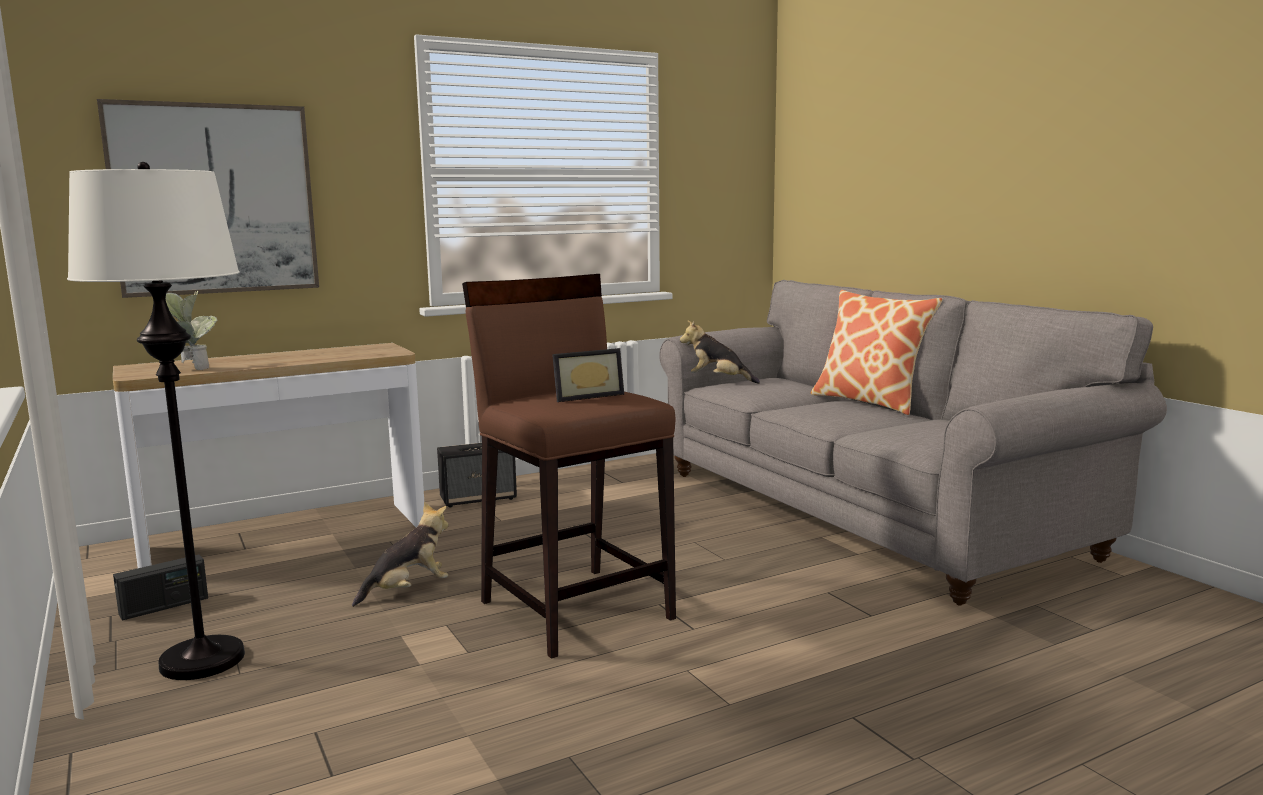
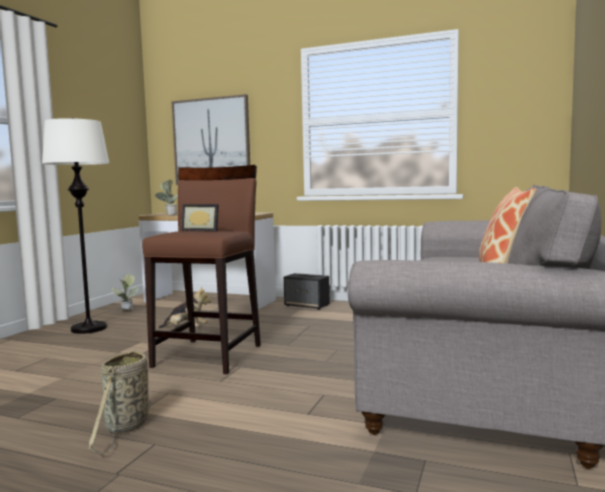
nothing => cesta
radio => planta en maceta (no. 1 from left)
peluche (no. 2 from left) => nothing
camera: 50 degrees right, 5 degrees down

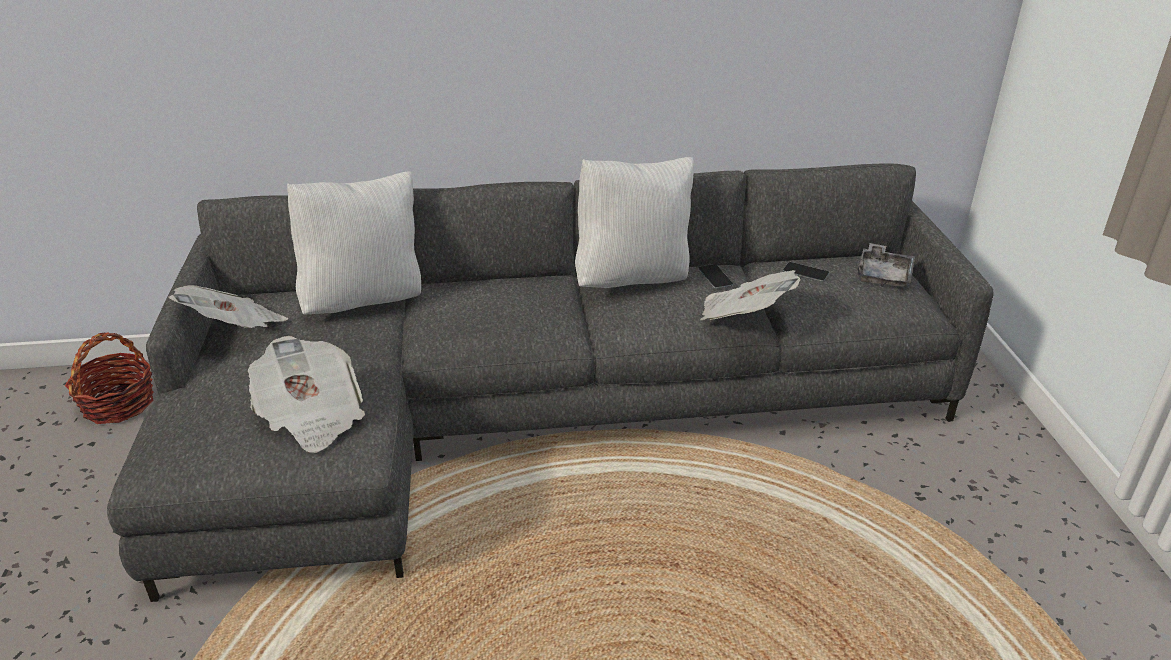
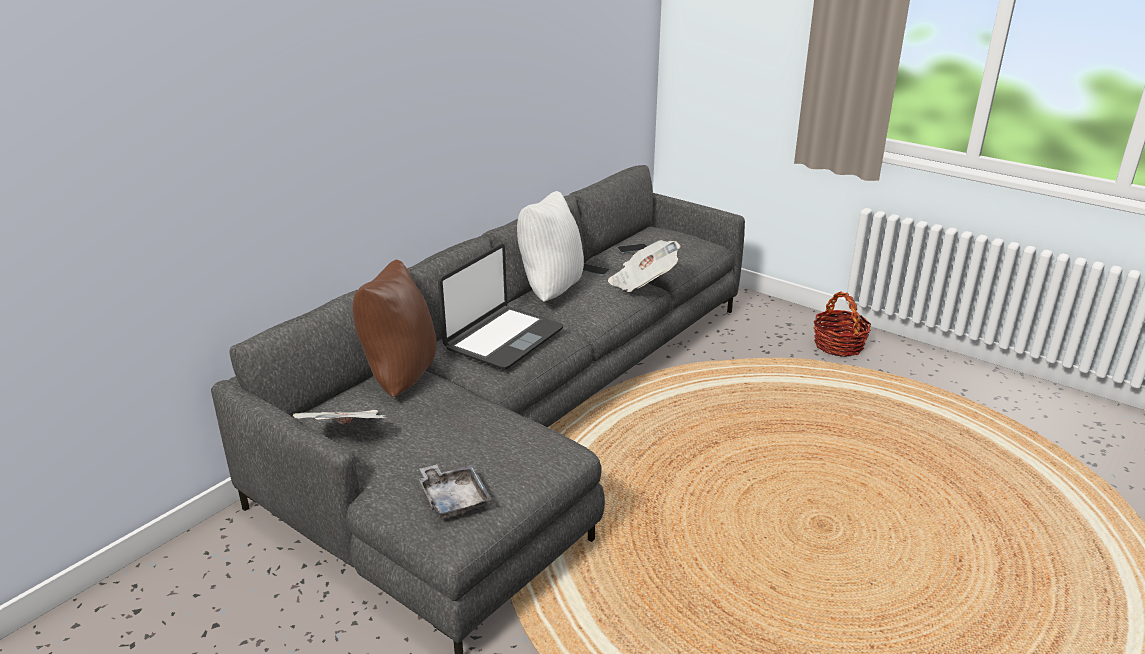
cojín/blanco (no. 1 from left) => cojín/marrón
bandeja/gris, shifted
nothing => portátil
cesta, shifted
periódico (no. 2 from left) => nothing
camera: 45 degrees left, 5 degrees down

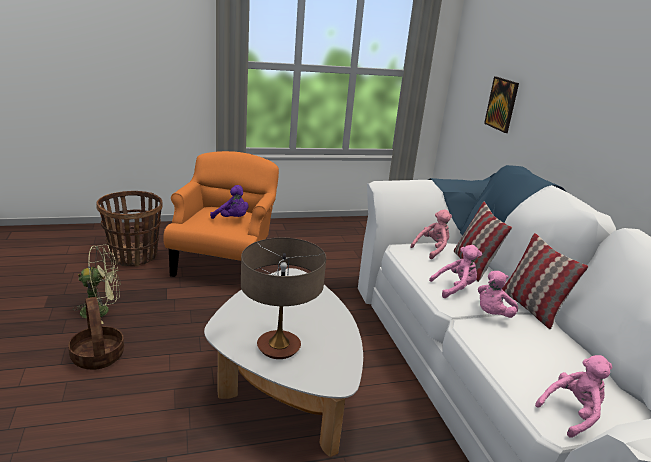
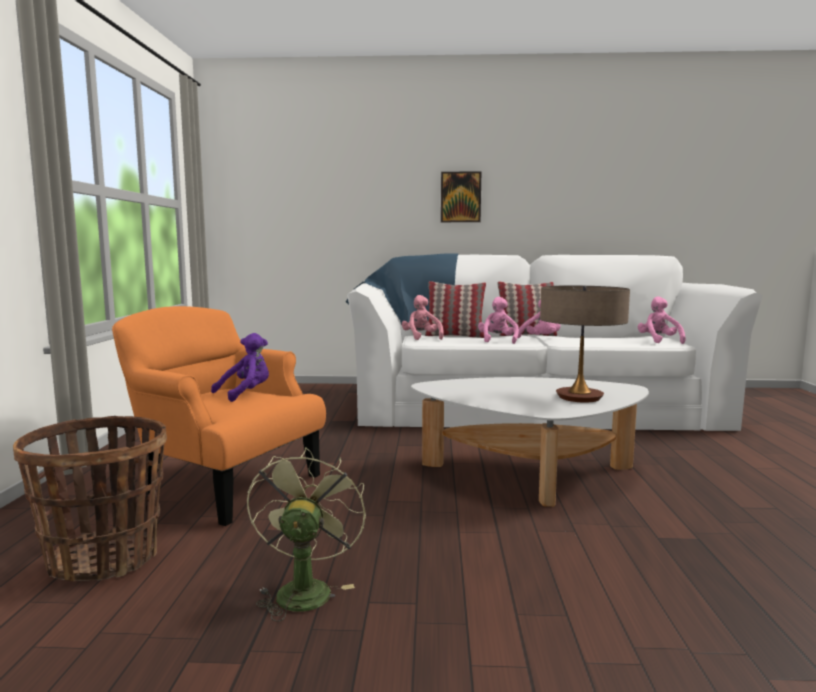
cuadro, shifted
cesta (no. 1 from left) => nothing
camera: 70 degrees left, 15 degrees down

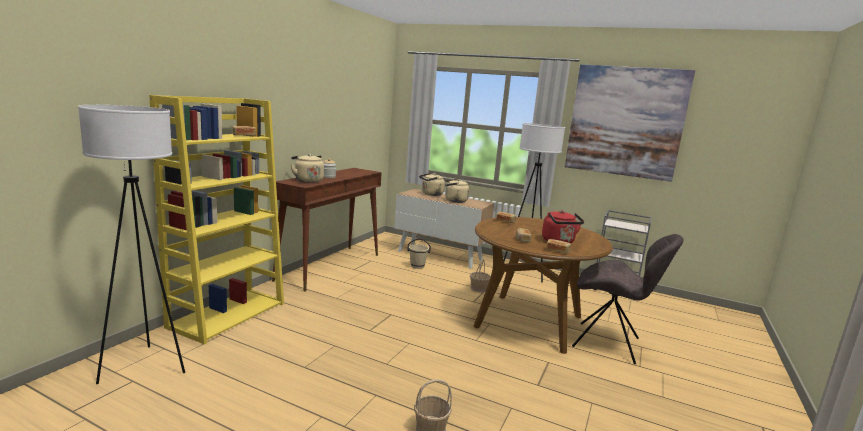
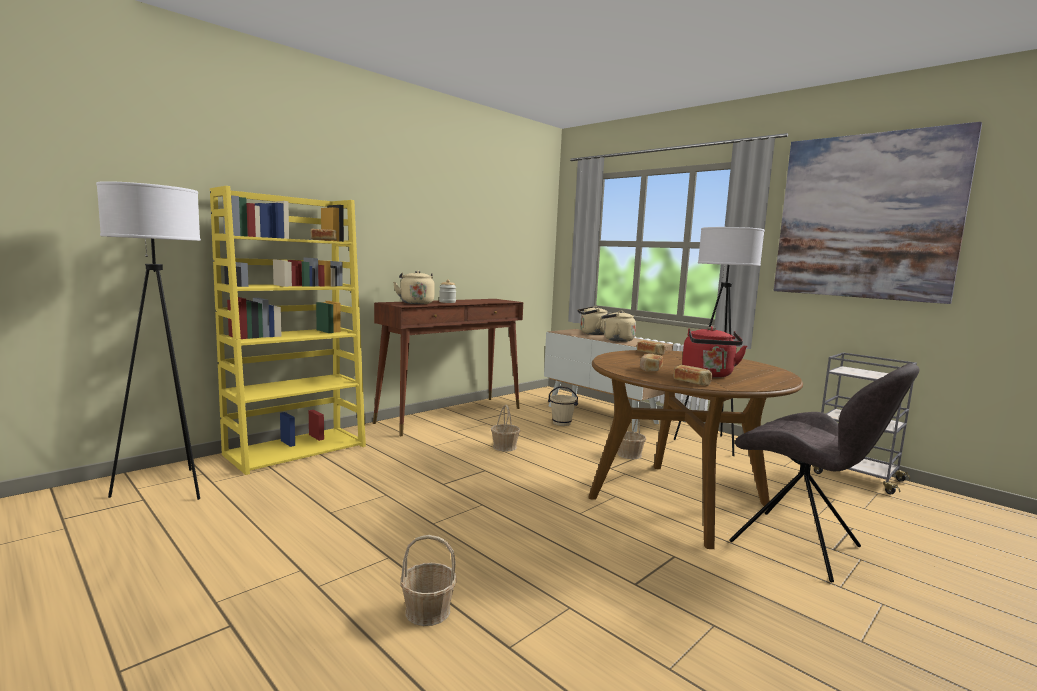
nothing => cesta (no. 2 from left)
camera: 20 degrees right, 5 degrees down

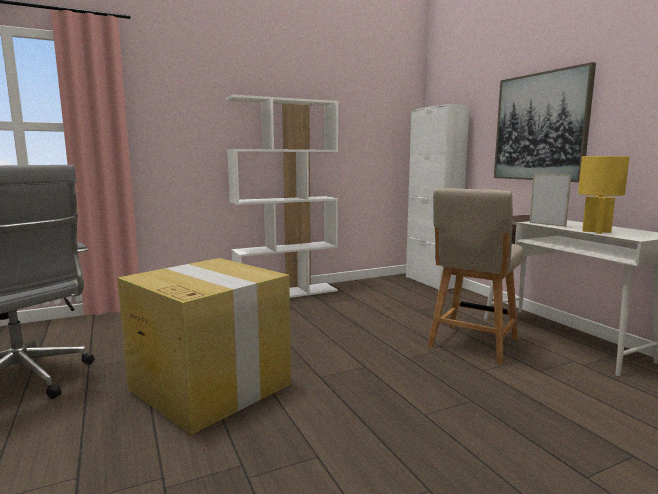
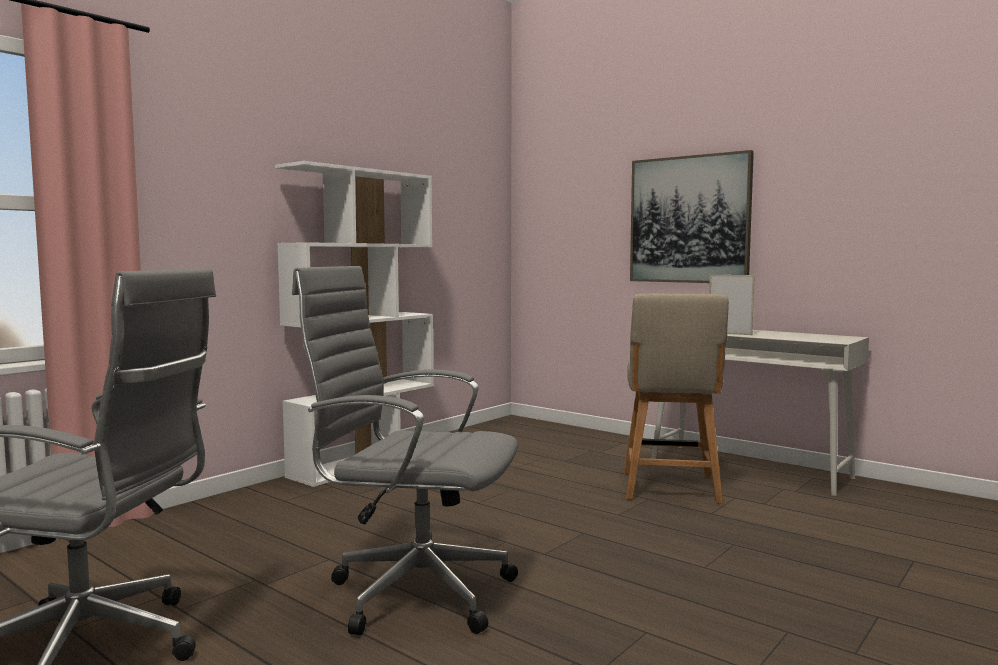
caja de cartón => silla de oficina/gris (no. 2 from left)
armario/blanco => nothing
lámpara de mesa/amarillo => nothing
camera: 25 degrees left, 5 degrees down

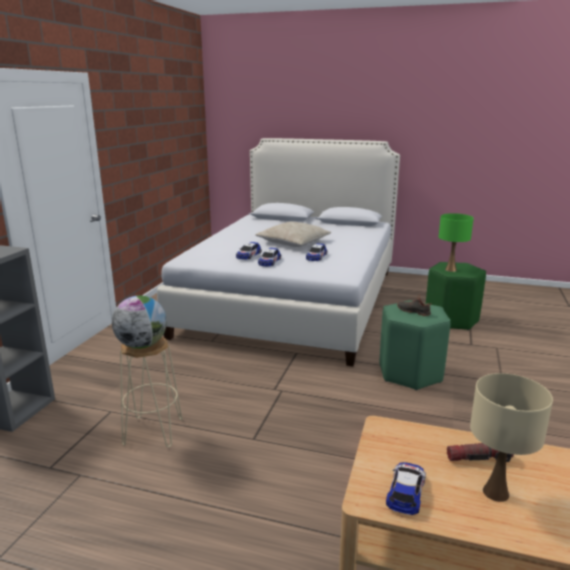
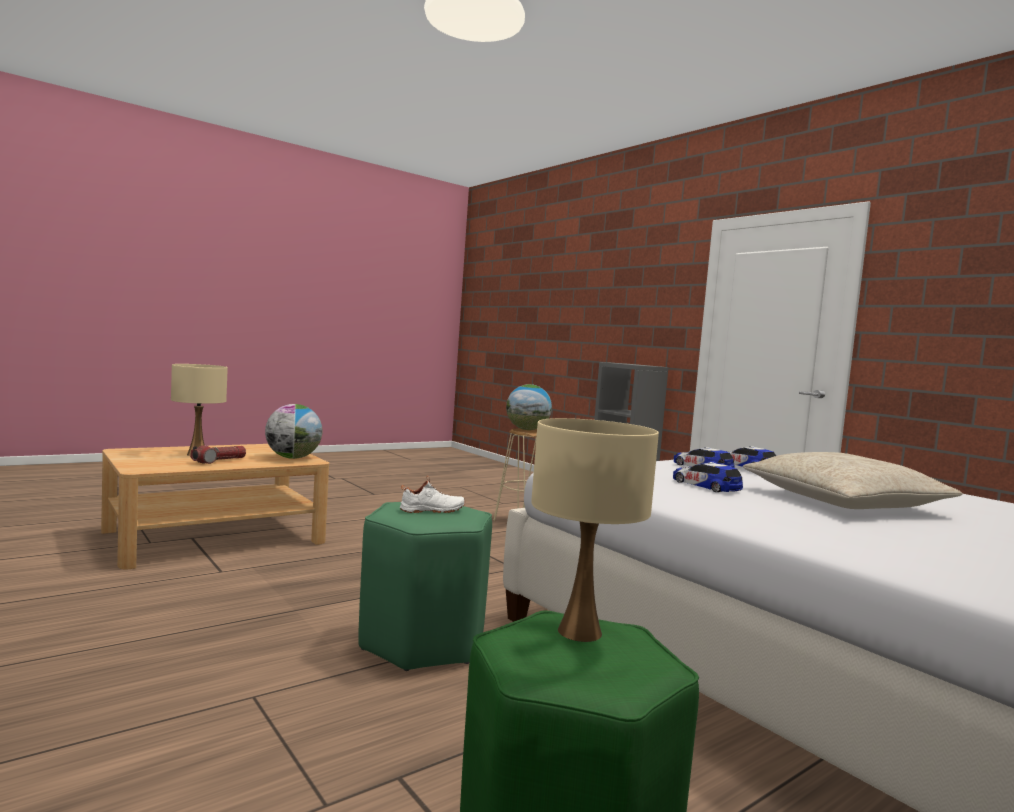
nothing => globo terráqueo (no. 1 from left)
zapato/negro => zapato/blanco
lámpara de mesa/verde => lámpara de mesa/beis (no. 2 from left)
coche de juguete (no. 4 from left) => nothing
camera: 125 degrees right, 15 degrees down

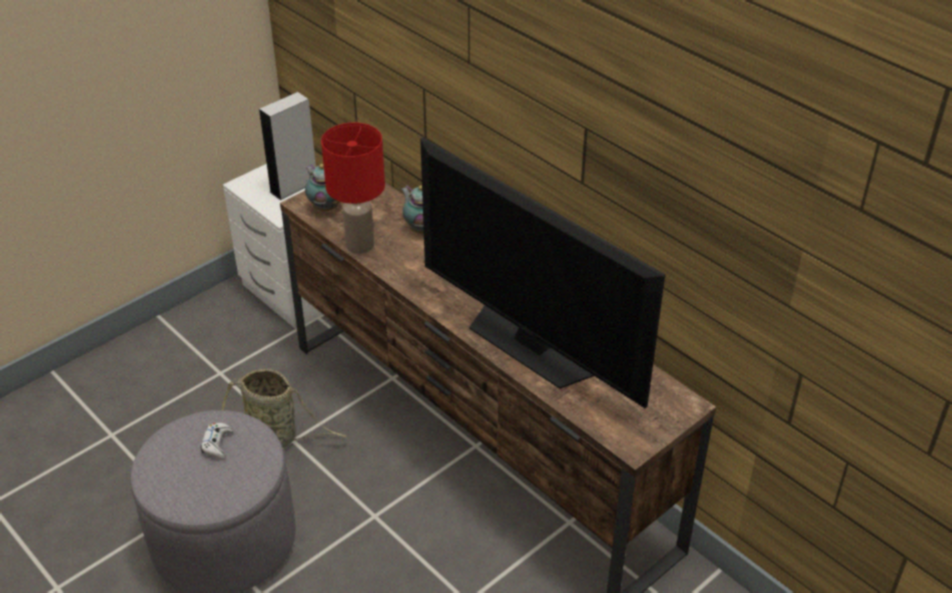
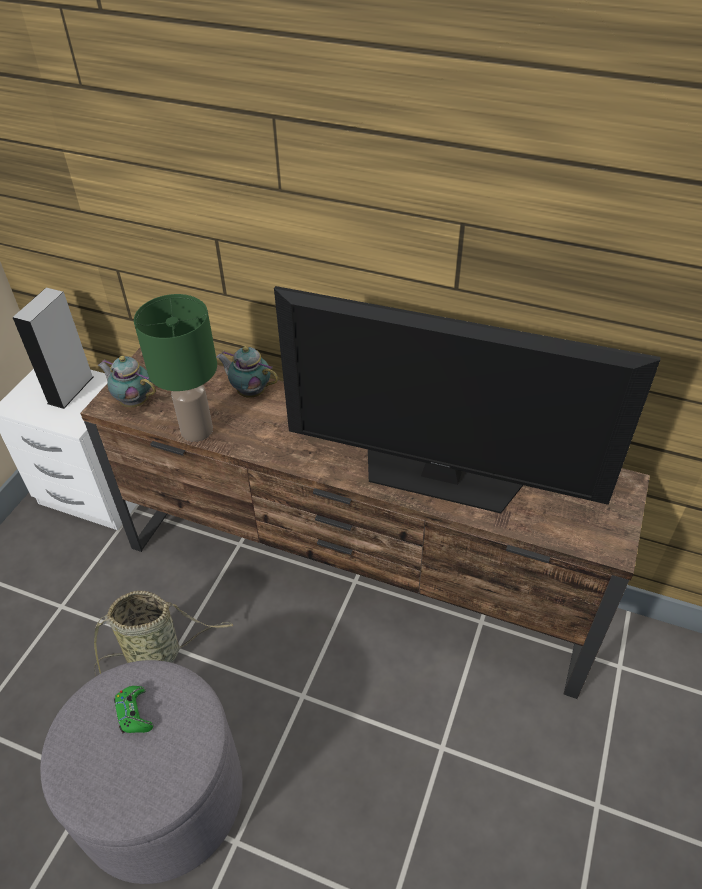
mando de consola/blanco => mando de consola/verde
lámpara de mesa/rojo => lámpara de mesa/verde
camera: 25 degrees left, 5 degrees up

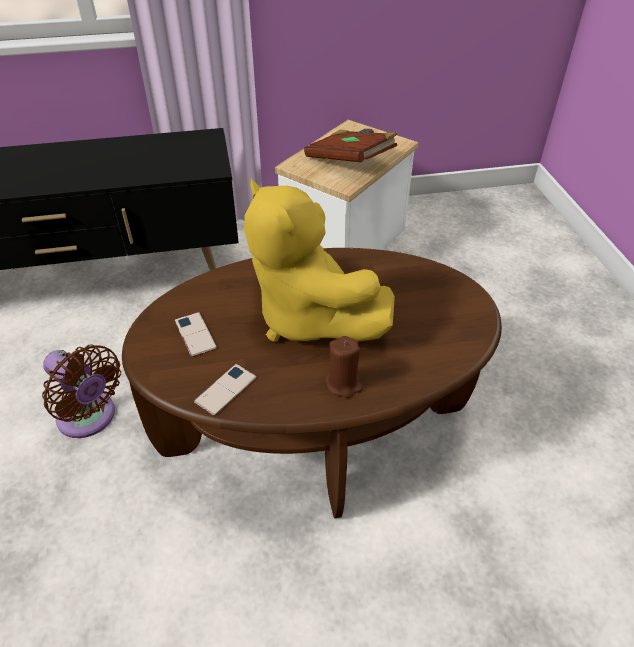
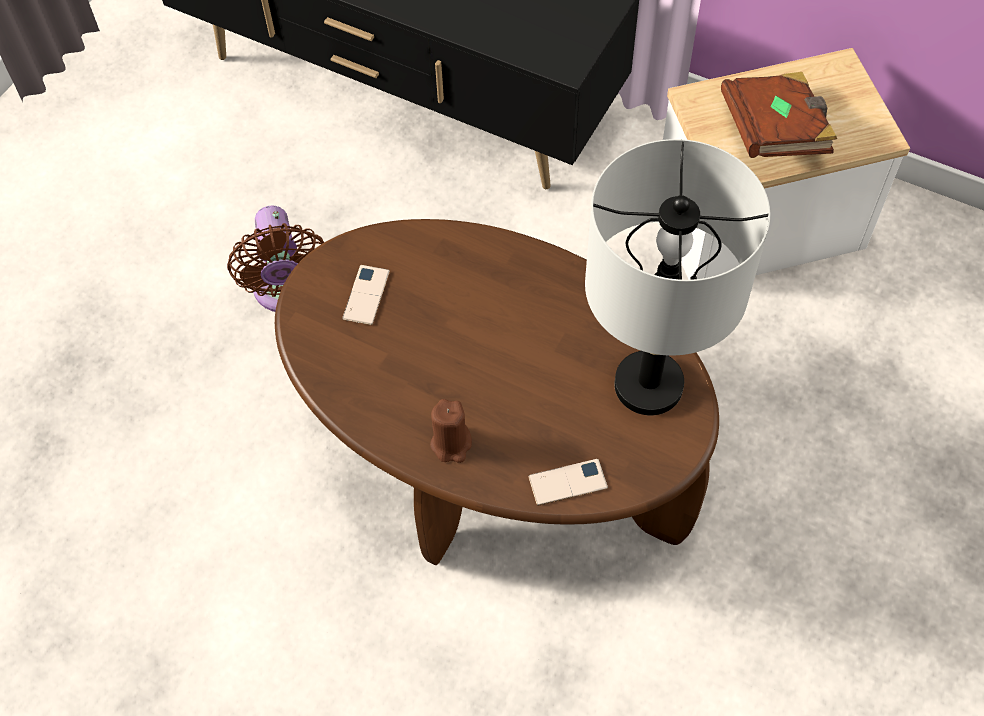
móvil (no. 2 from left), shifted
nothing => lámpara de mesa/gris
peluche/amarillo => nothing
camera: 40 degrees right, 15 degrees up

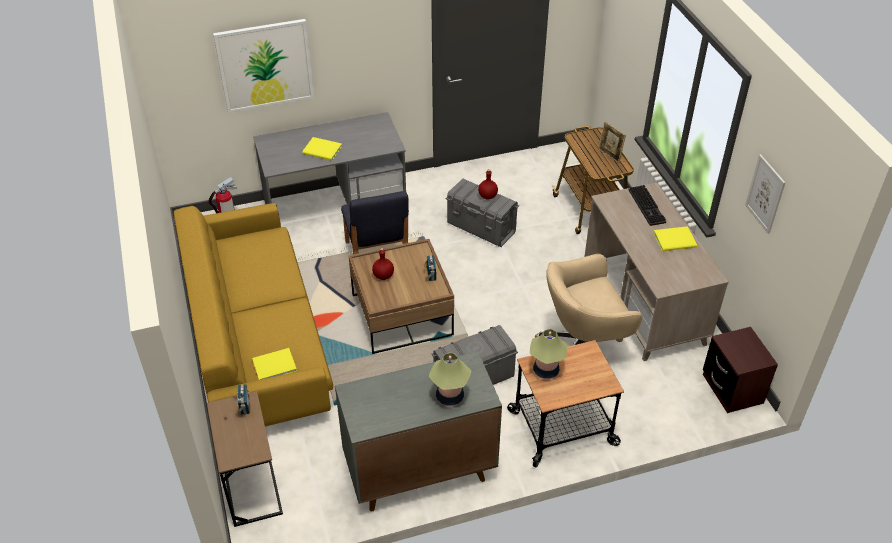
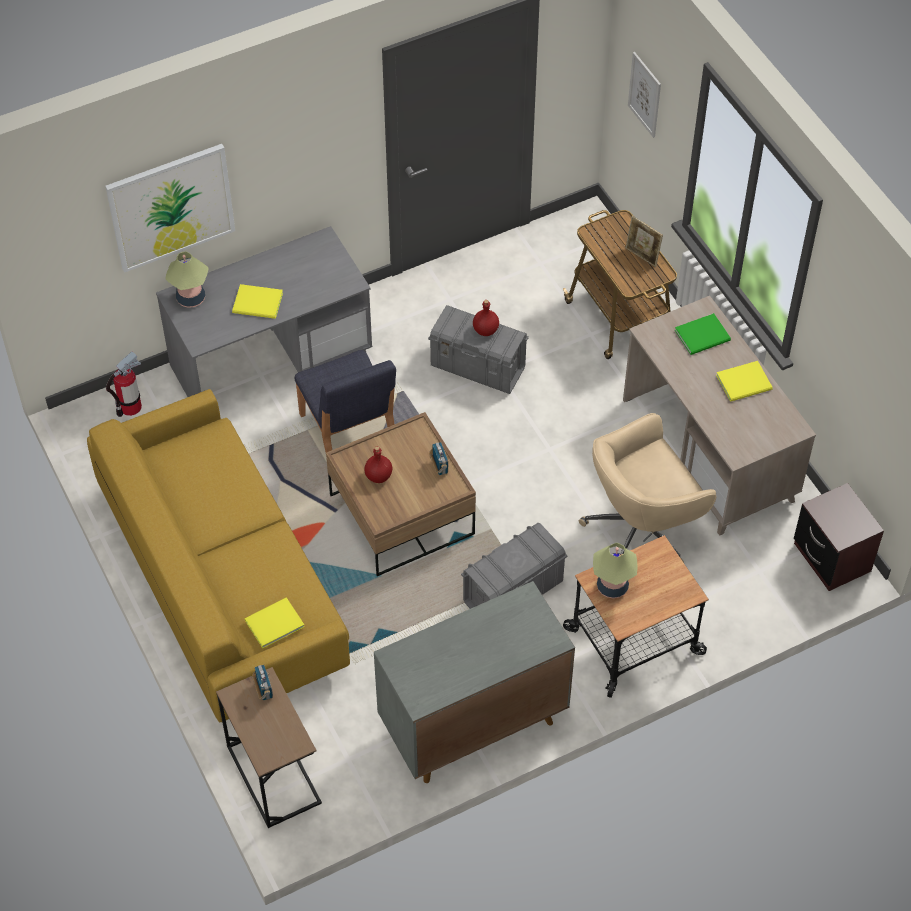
lámpara de mesa (no. 1 from left), shifted
cuadro (no. 2 from left), shifted
teclado => libro/verde
camera: 10 degrees left, 10 degrees up

